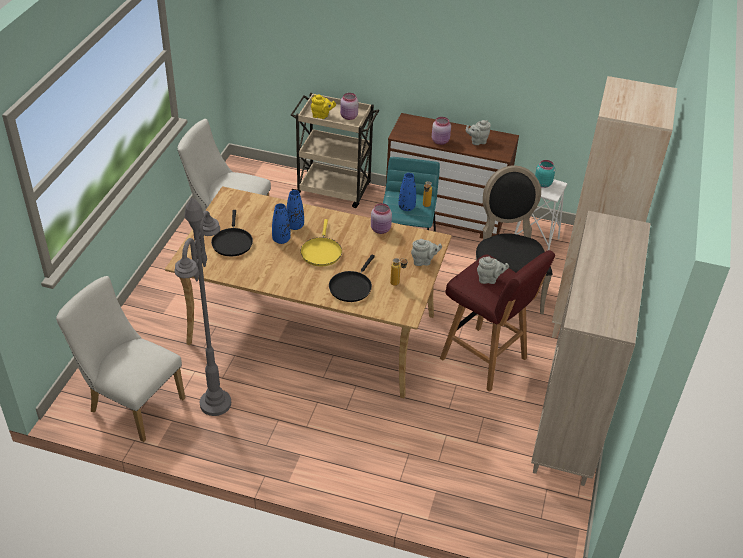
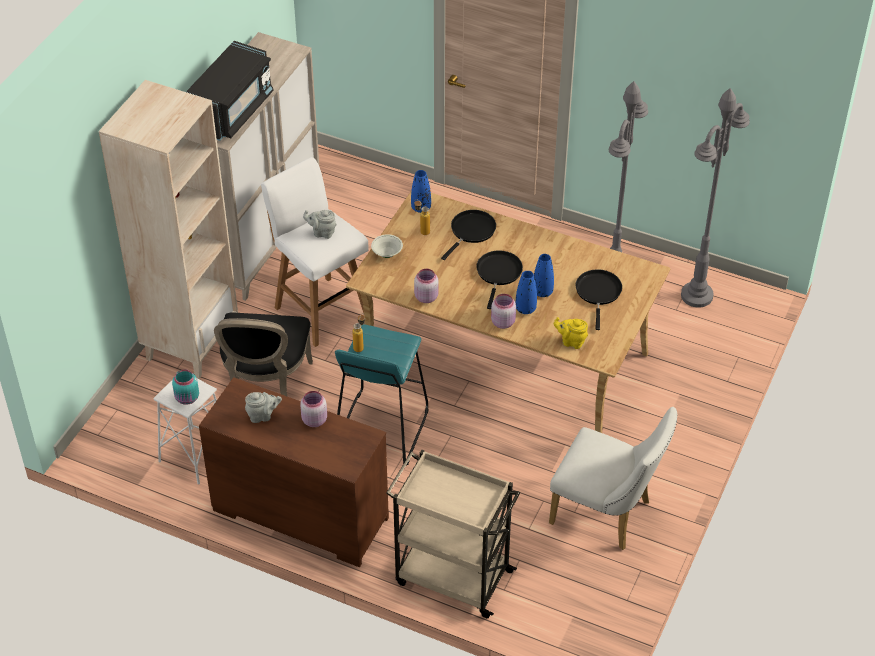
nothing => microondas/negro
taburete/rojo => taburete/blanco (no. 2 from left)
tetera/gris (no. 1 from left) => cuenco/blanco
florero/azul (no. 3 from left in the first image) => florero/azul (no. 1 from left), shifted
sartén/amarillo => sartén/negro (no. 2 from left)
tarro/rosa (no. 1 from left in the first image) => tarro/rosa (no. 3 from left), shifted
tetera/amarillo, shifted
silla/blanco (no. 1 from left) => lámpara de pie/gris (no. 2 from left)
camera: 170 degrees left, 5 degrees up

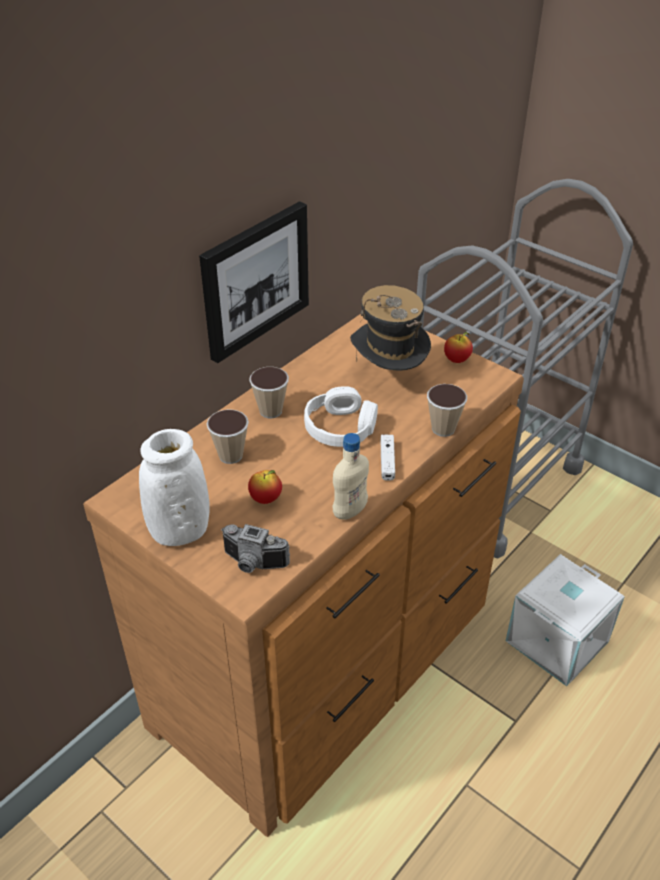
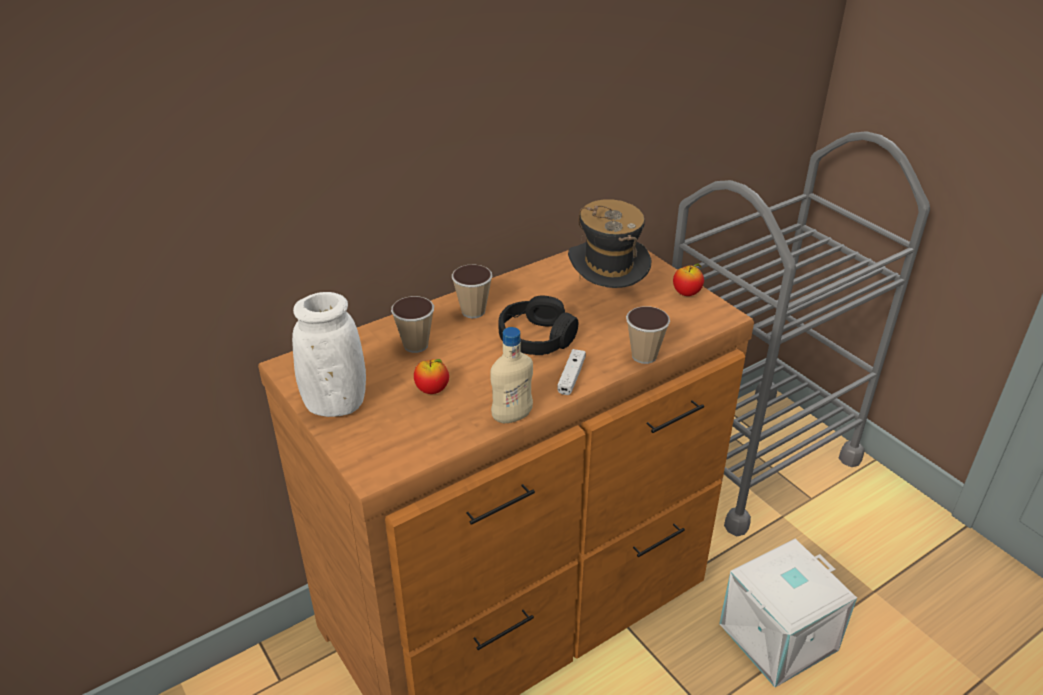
auriculares/blanco => auriculares/negro
cuadro => nothing
cámara => nothing
camera: 15 degrees right, 5 degrees down

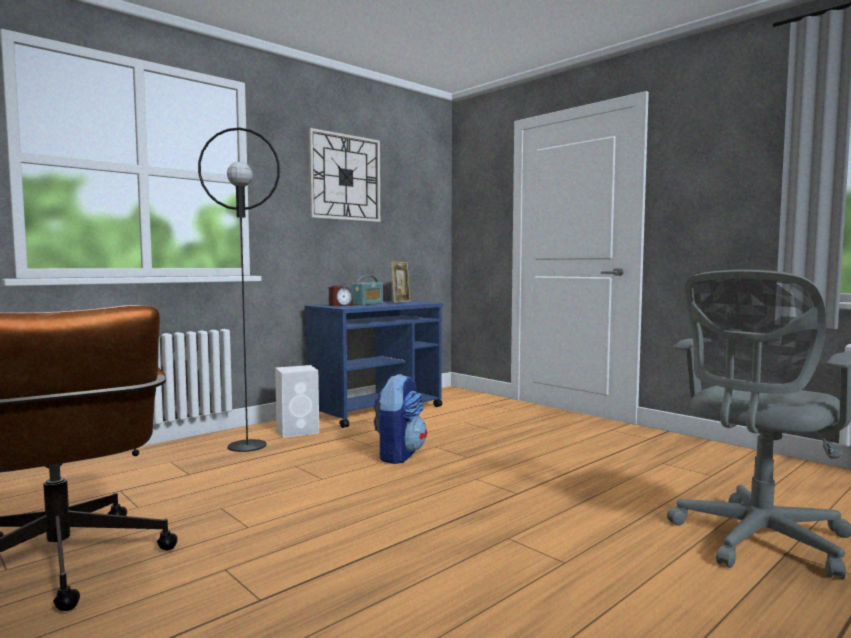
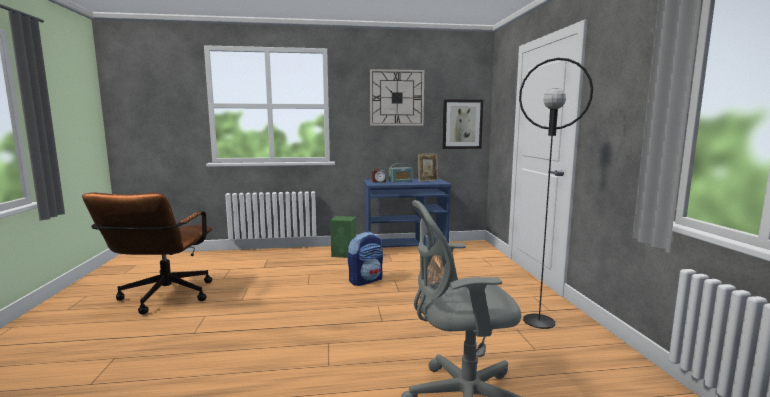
altavoz/blanco => altavoz/verde
nothing => cuadro
lámpara de pie/negro, shifted
camera: 35 degrees right, 5 degrees up

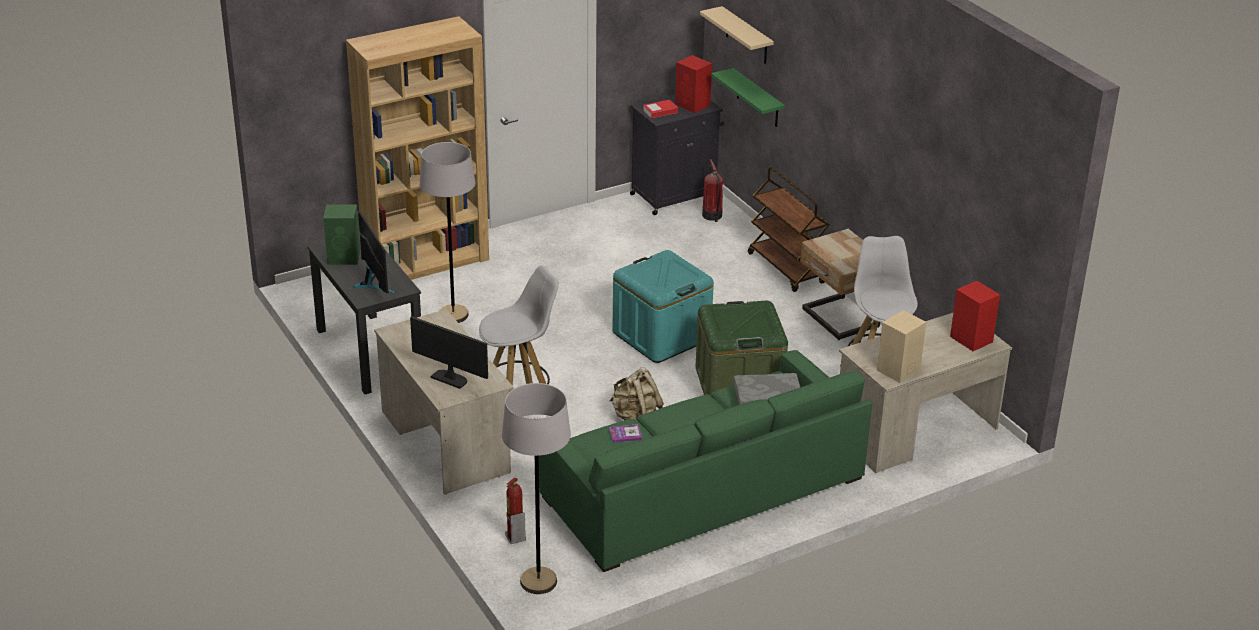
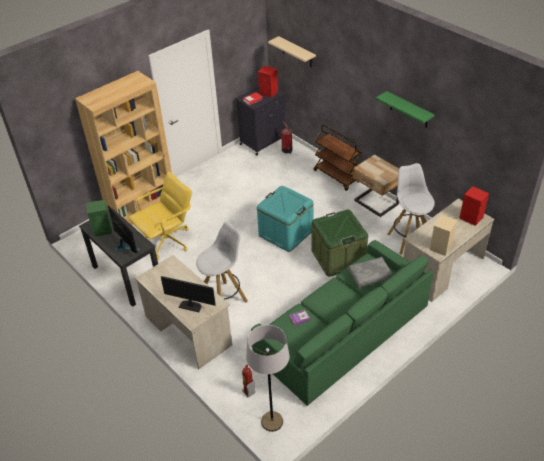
lámpara de pie/gris (no. 1 from left) => silla de oficina/amarillo
estante/verde, shifted
mochila/beis => nothing
camera: 10 degrees left, 10 degrees up

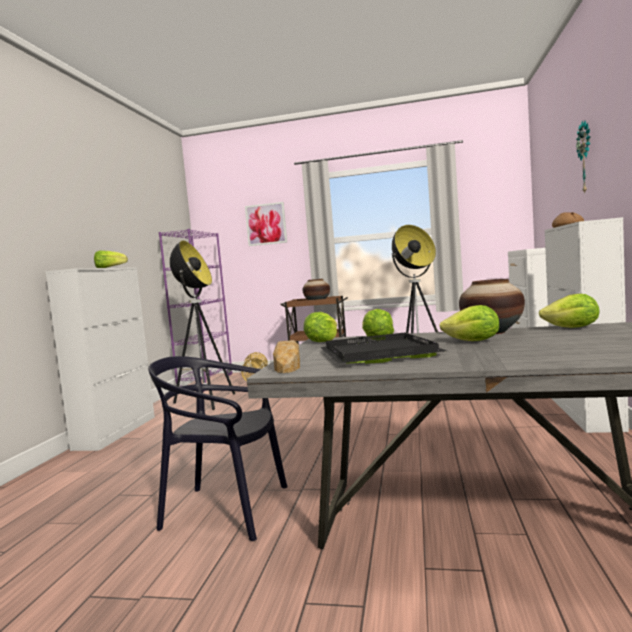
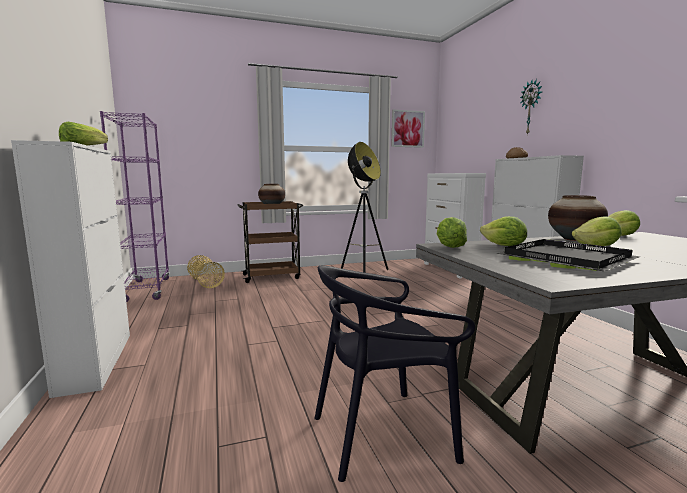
cuadro, shifted
lámpara de pie (no. 1 from left) => nothing
pan (no. 1 from left) => nothing
camera: 30 degrees left, 5 degrees up

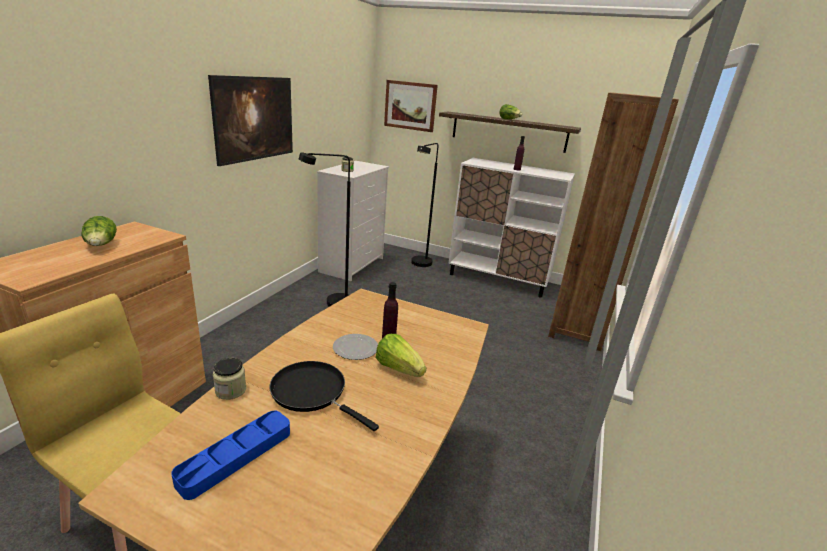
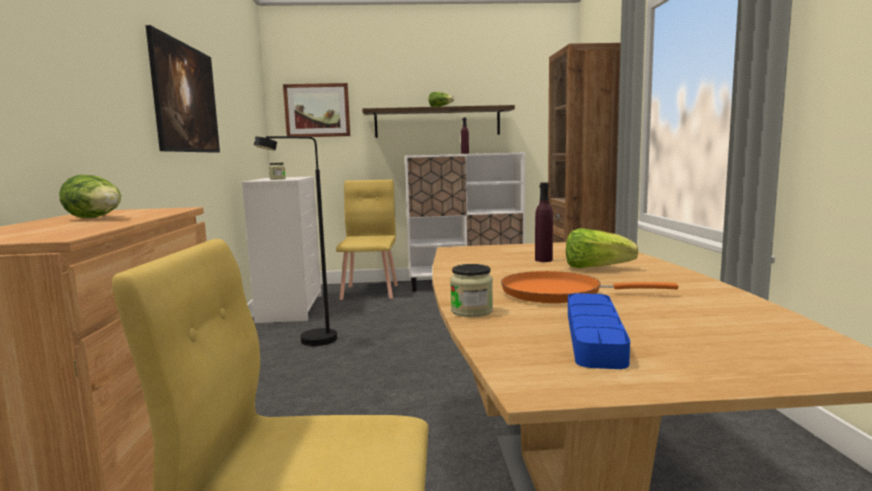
lámpara de pie/negro (no. 2 from left) => silla/amarillo (no. 2 from left)
sartén/negro => sartén/naranja
plato => nothing
camera: 25 degrees left, 15 degrees down

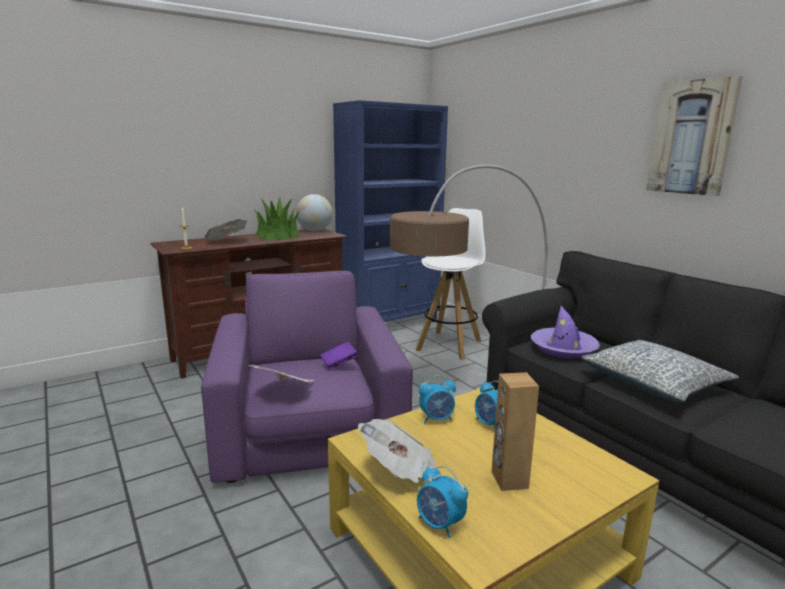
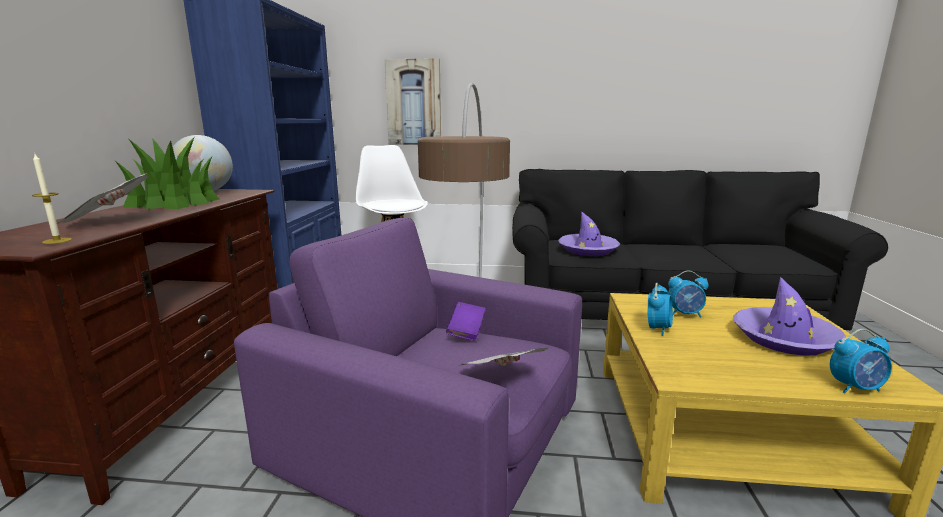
cuadro, shifted
altavoz/marrón => sombrero/morado (no. 2 from left)
periódico (no. 3 from left) => nothing
cojín => nothing
camera: 50 degrees left, 0 degrees up

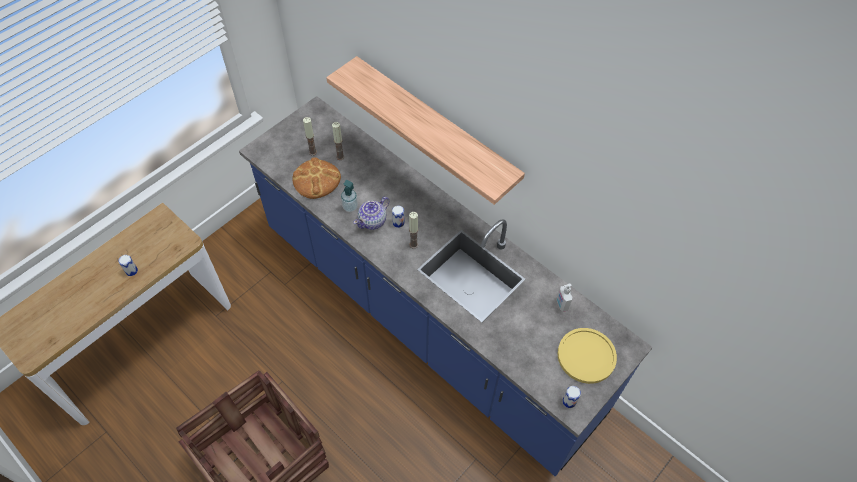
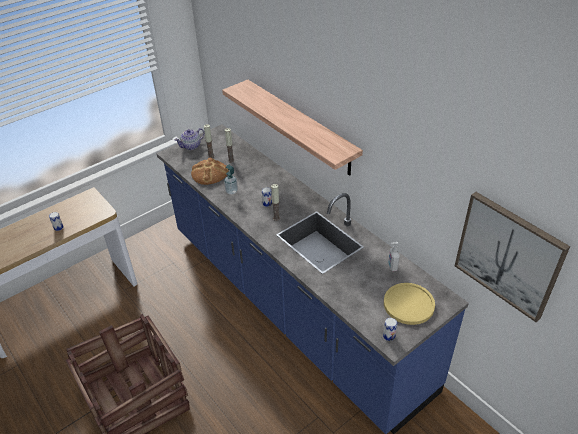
tetera, shifted
nothing => cuadro
camera: 10 degrees right, 15 degrees down

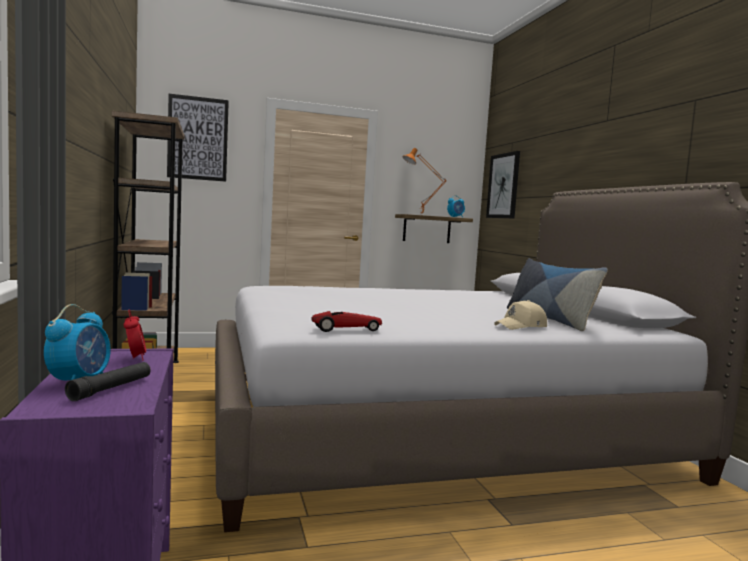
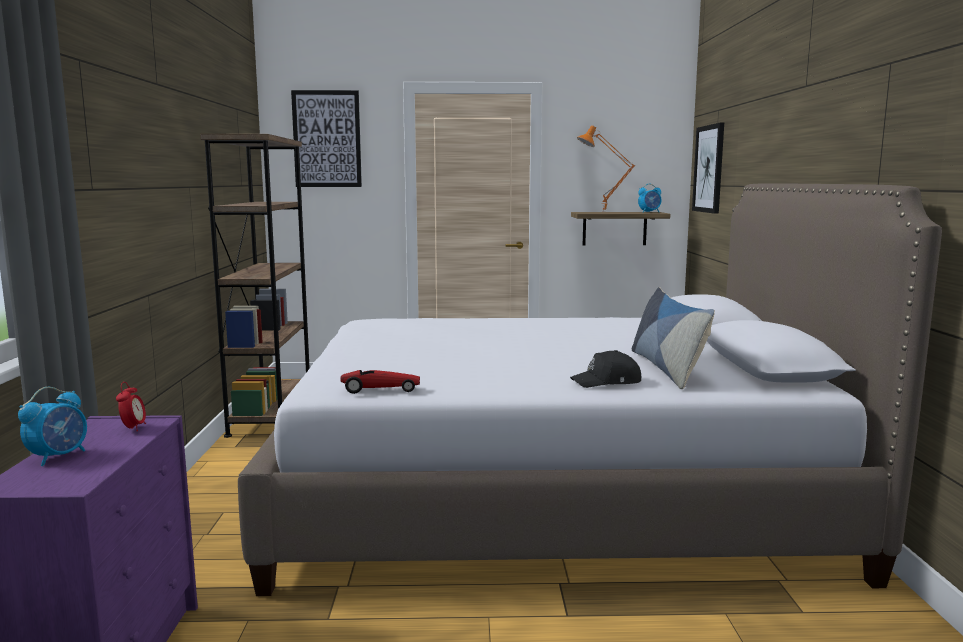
gorra/beis => gorra/negro
linterna/negro => nothing
camera: 15 degrees right, 5 degrees up

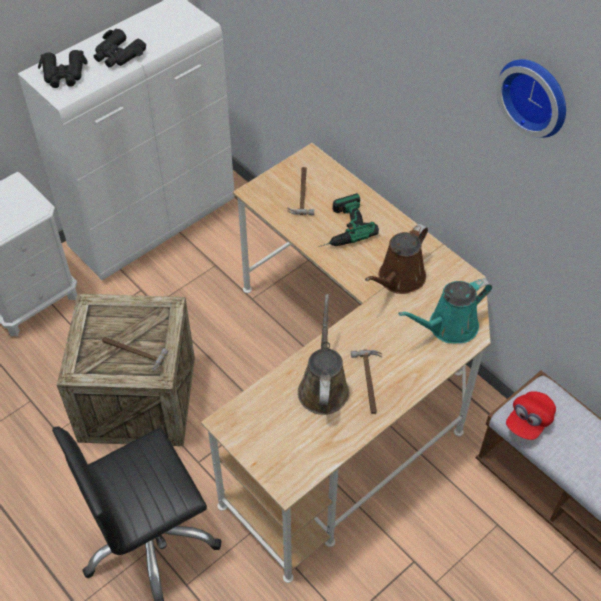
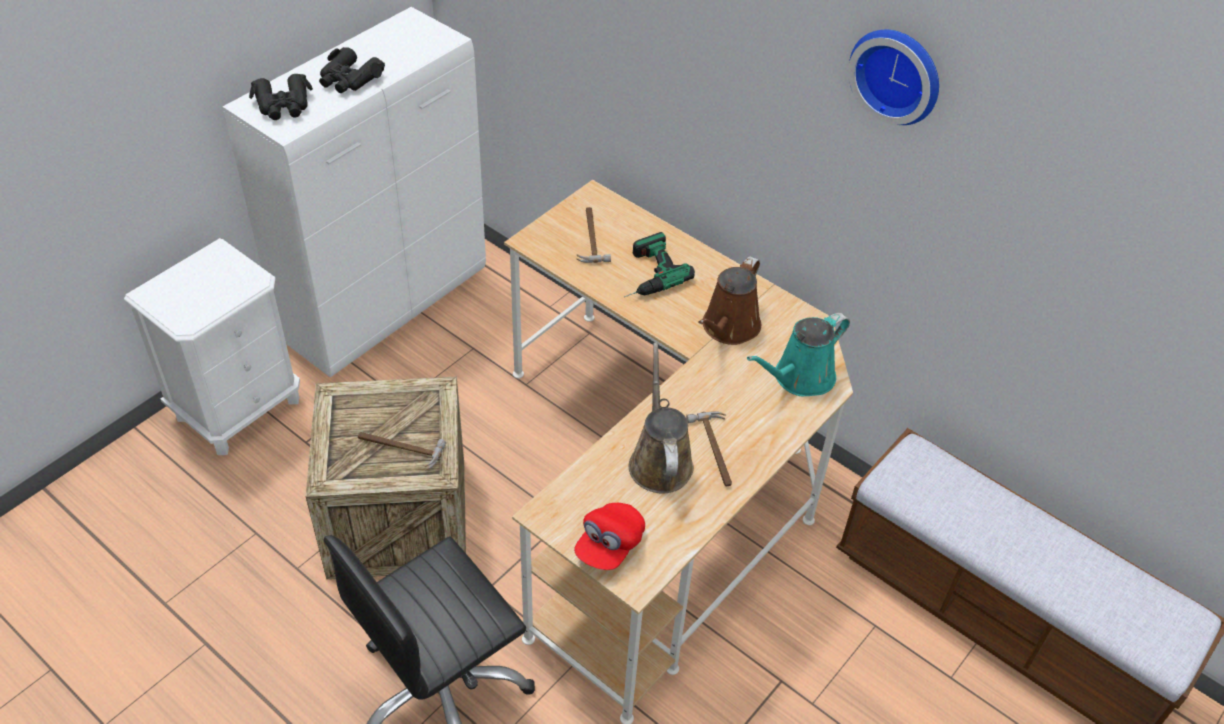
gorra/rojo, shifted
camera: 10 degrees left, 5 degrees down

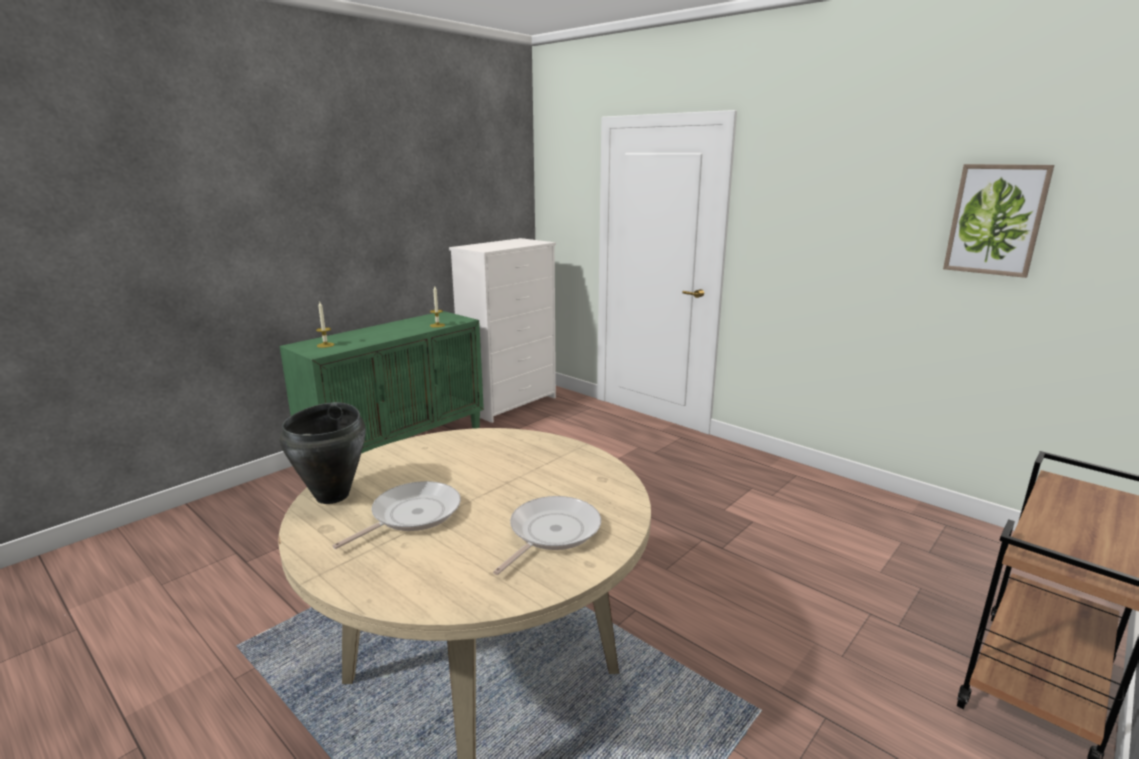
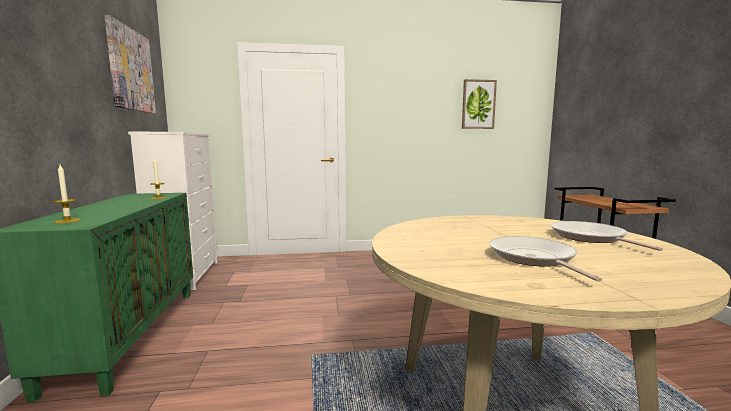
nothing => cuadro (no. 1 from left)
olla/negro => nothing
camera: 50 degrees left, 10 degrees down

